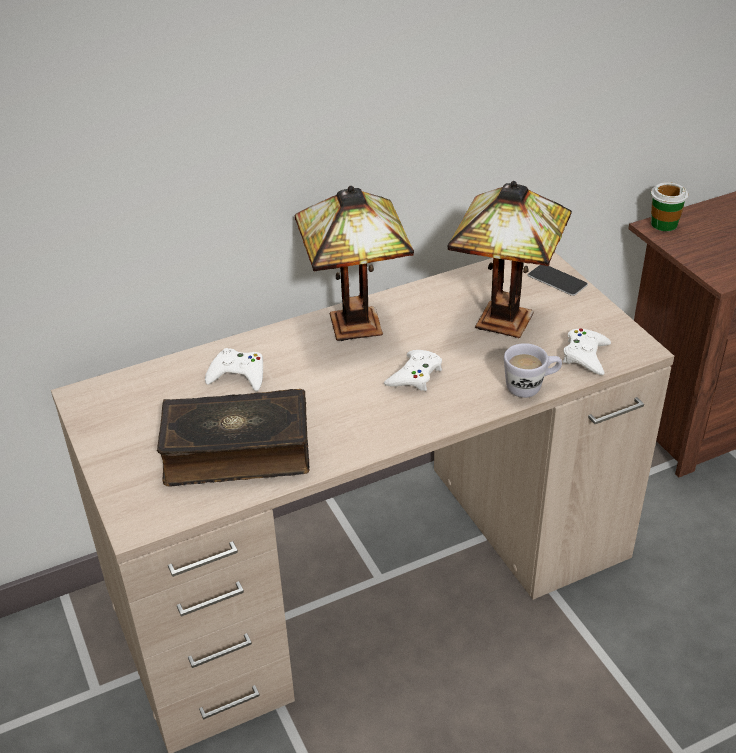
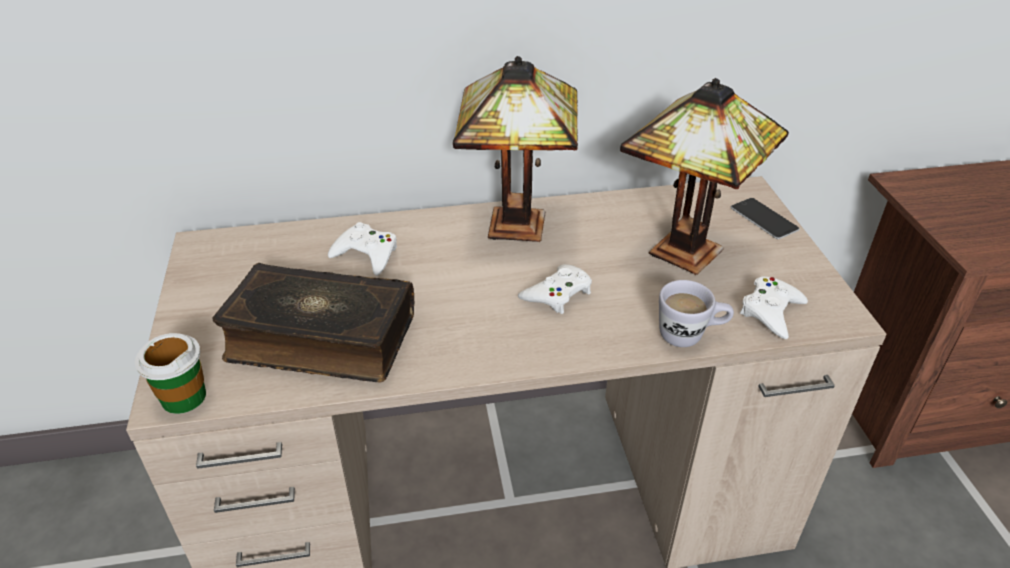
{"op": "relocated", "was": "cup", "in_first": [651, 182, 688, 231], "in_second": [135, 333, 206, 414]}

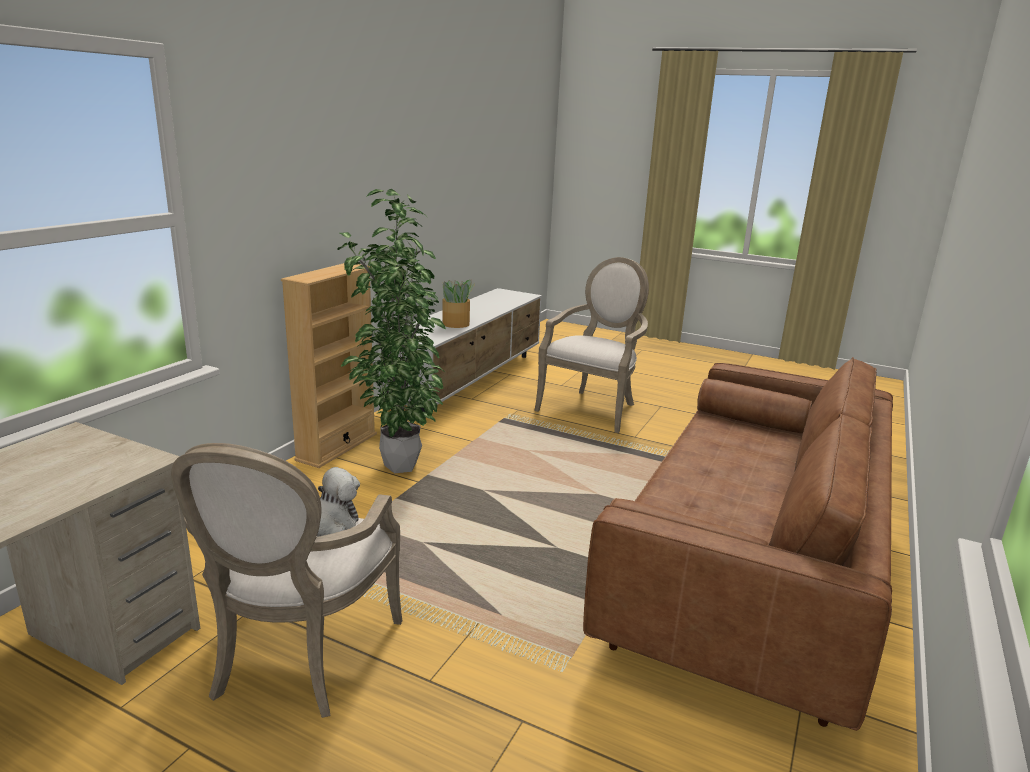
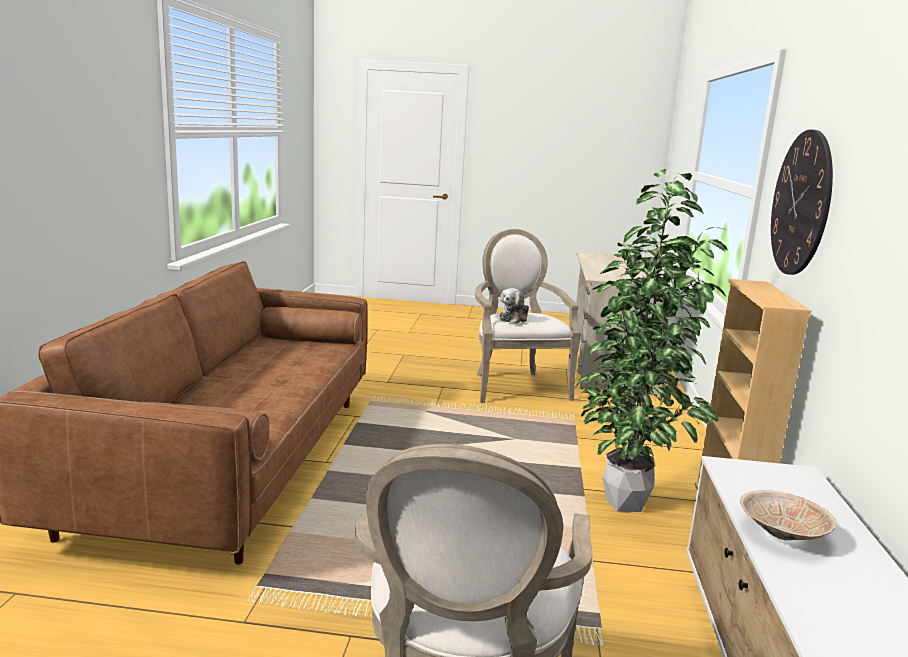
{"op": "exchanged", "was": "plant in a pot", "now": "bowl in beige", "in_first": [442, 280, 475, 328], "in_second": [740, 491, 837, 540]}
{"op": "appeared", "now": "clock on the wall", "in_second": [771, 130, 833, 275]}

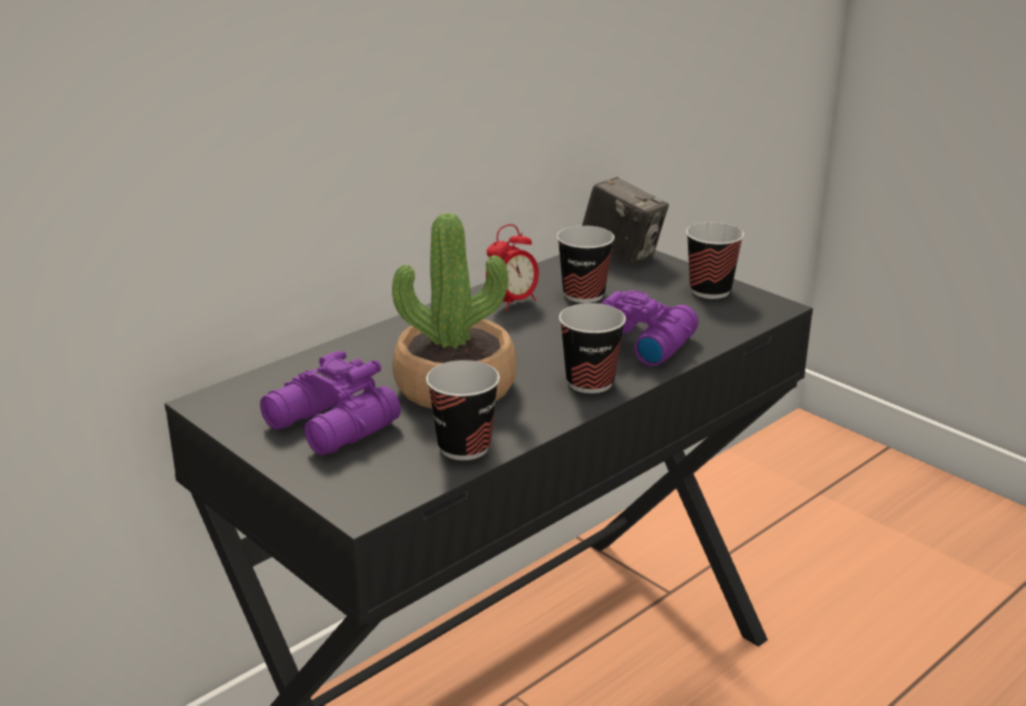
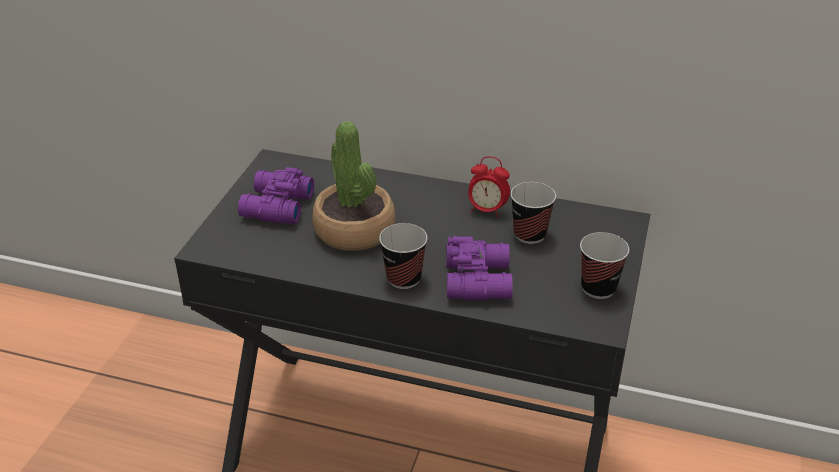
{"op": "missing", "was": "cup", "in_first": [426, 360, 500, 460]}
{"op": "missing", "was": "still camera", "in_first": [582, 177, 669, 264]}

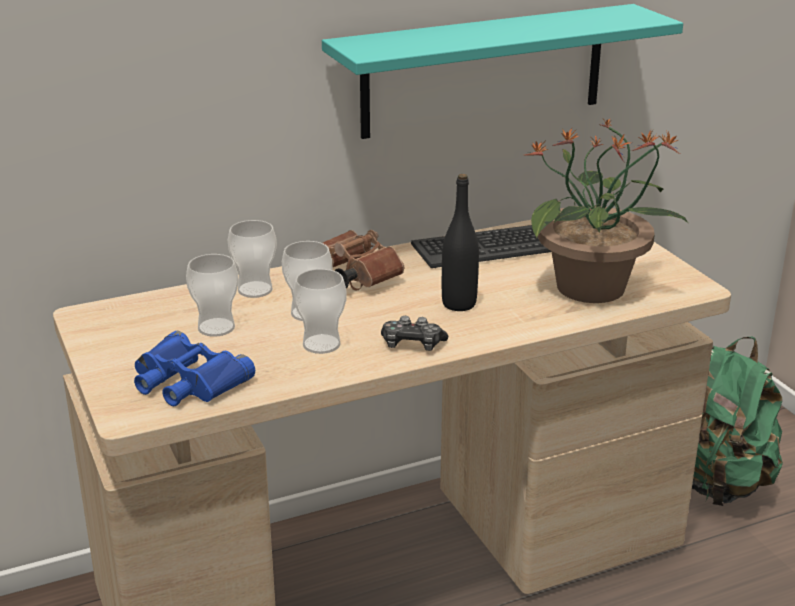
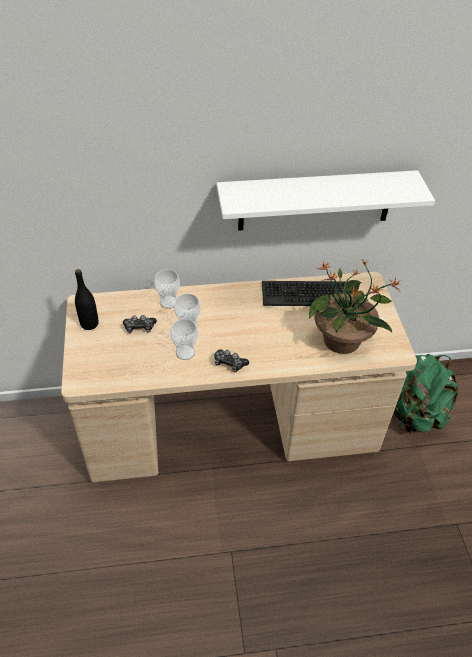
{"op": "relocated", "was": "drink bottle in black-coloured", "in_first": [442, 174, 479, 311], "in_second": [75, 269, 99, 330]}
{"op": "exchanged", "was": "cup", "now": "game controller", "in_first": [186, 254, 239, 337], "in_second": [123, 315, 157, 333]}
{"op": "colour", "was": "wall shelf in turquoise", "now": "wall shelf in whitish", "in_first": [322, 4, 683, 139], "in_second": [217, 170, 435, 231]}
{"op": "missing", "was": "binoculars in blue", "in_first": [134, 331, 255, 406]}
{"op": "missing", "was": "binoculars in brown-coloured", "in_first": [323, 230, 404, 290]}

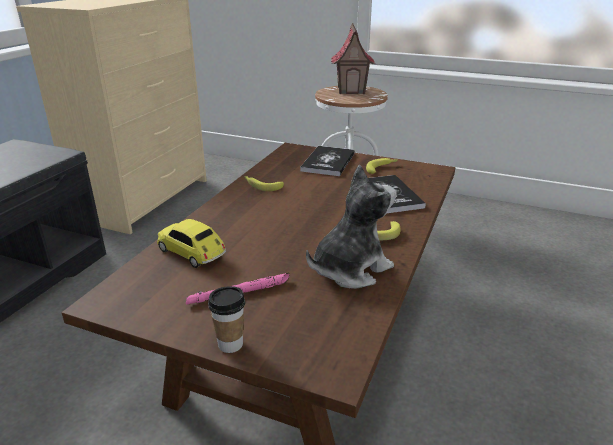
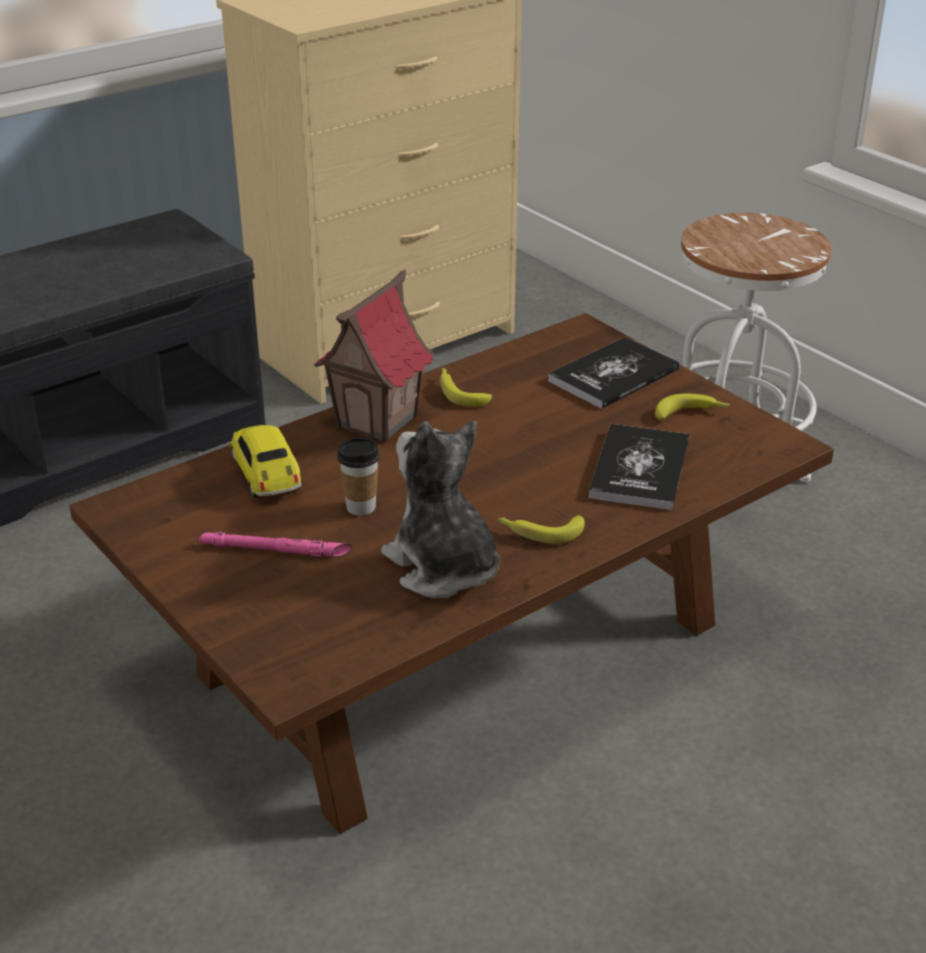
{"op": "relocated", "was": "toy house", "in_first": [331, 23, 375, 94], "in_second": [314, 270, 435, 443]}
{"op": "relocated", "was": "cup", "in_first": [208, 286, 245, 353], "in_second": [337, 438, 380, 516]}
{"op": "spun", "was": "plush toy", "in_first": [306, 165, 397, 289], "in_second": [381, 421, 500, 598], "clockwise": -120}

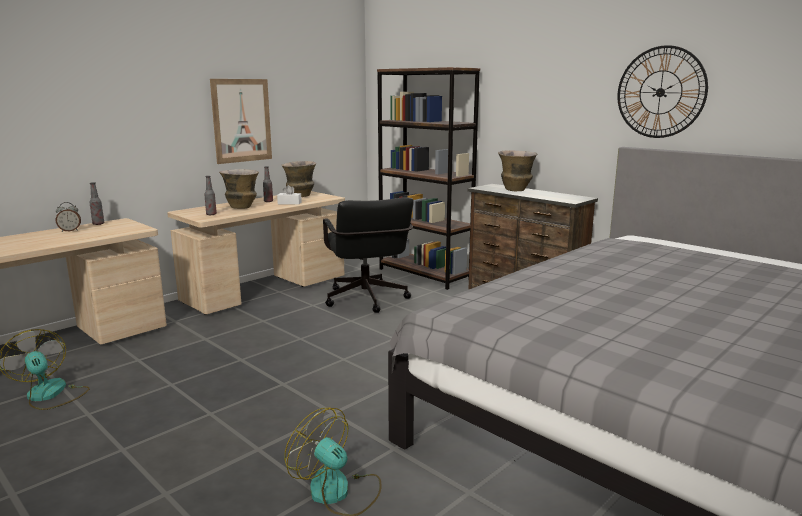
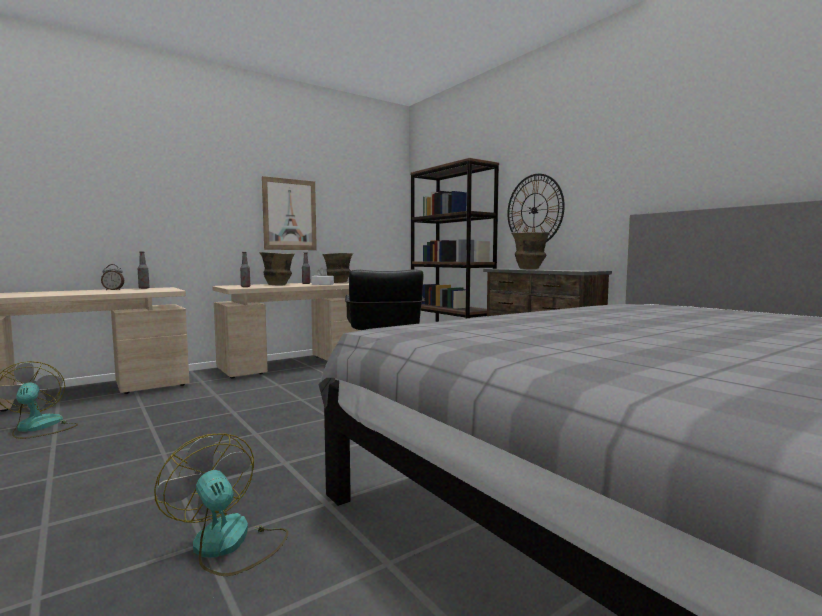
{"op": "relocated", "was": "clock on the wall", "in_first": [617, 45, 708, 138], "in_second": [507, 174, 565, 242]}

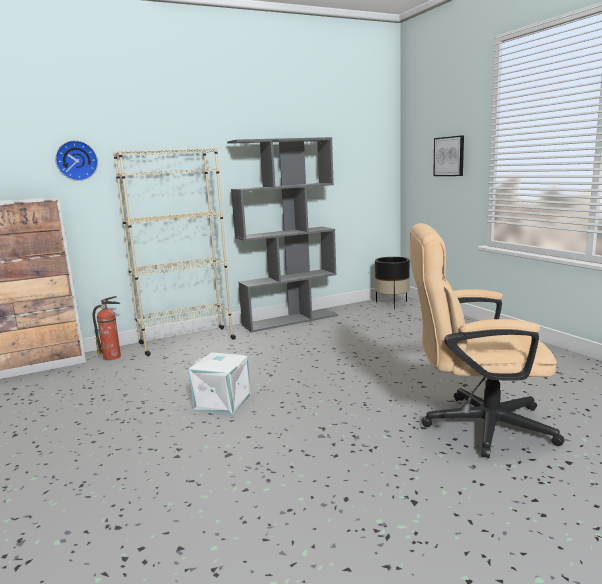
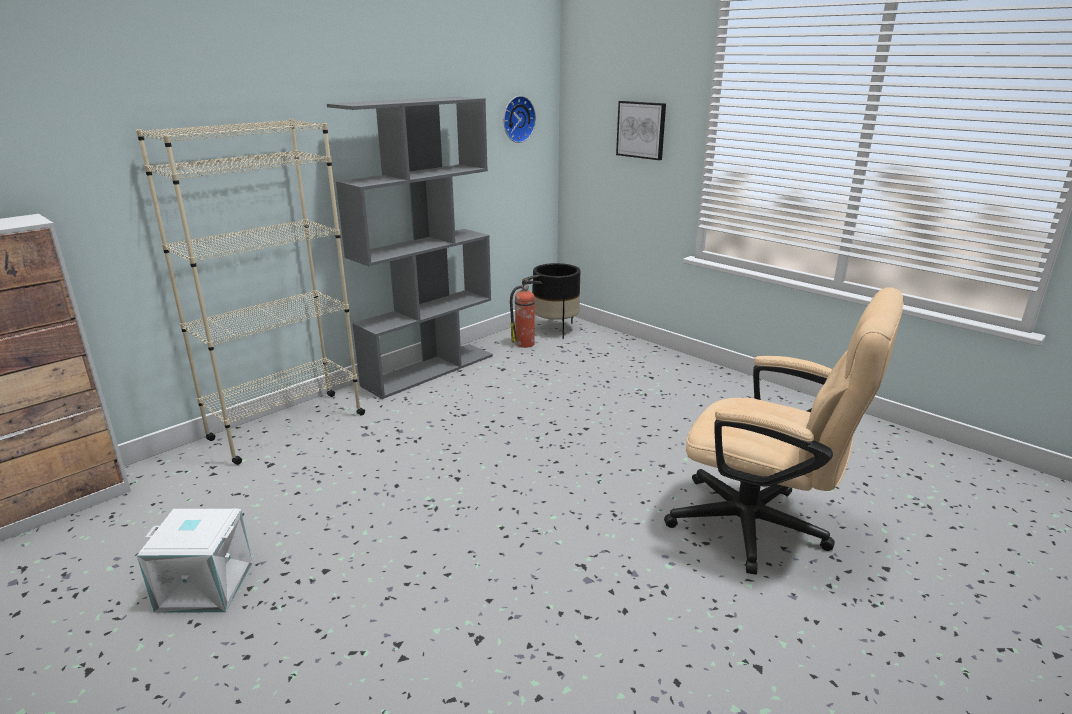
{"op": "relocated", "was": "storage container in whitish", "in_first": [189, 352, 251, 414], "in_second": [137, 509, 252, 613]}
{"op": "relocated", "was": "clock on the wall", "in_first": [55, 140, 98, 181], "in_second": [504, 96, 536, 143]}
{"op": "relocated", "was": "extinguisher", "in_first": [93, 296, 121, 360], "in_second": [510, 275, 542, 348]}
{"op": "spun", "was": "office chair in beige", "in_first": [410, 223, 565, 458], "in_second": [664, 288, 904, 575], "clockwise": -135}

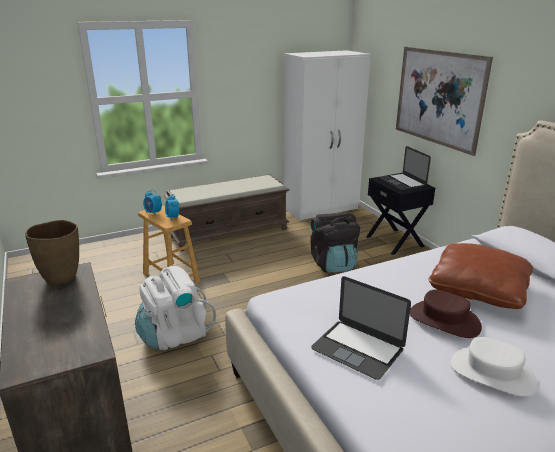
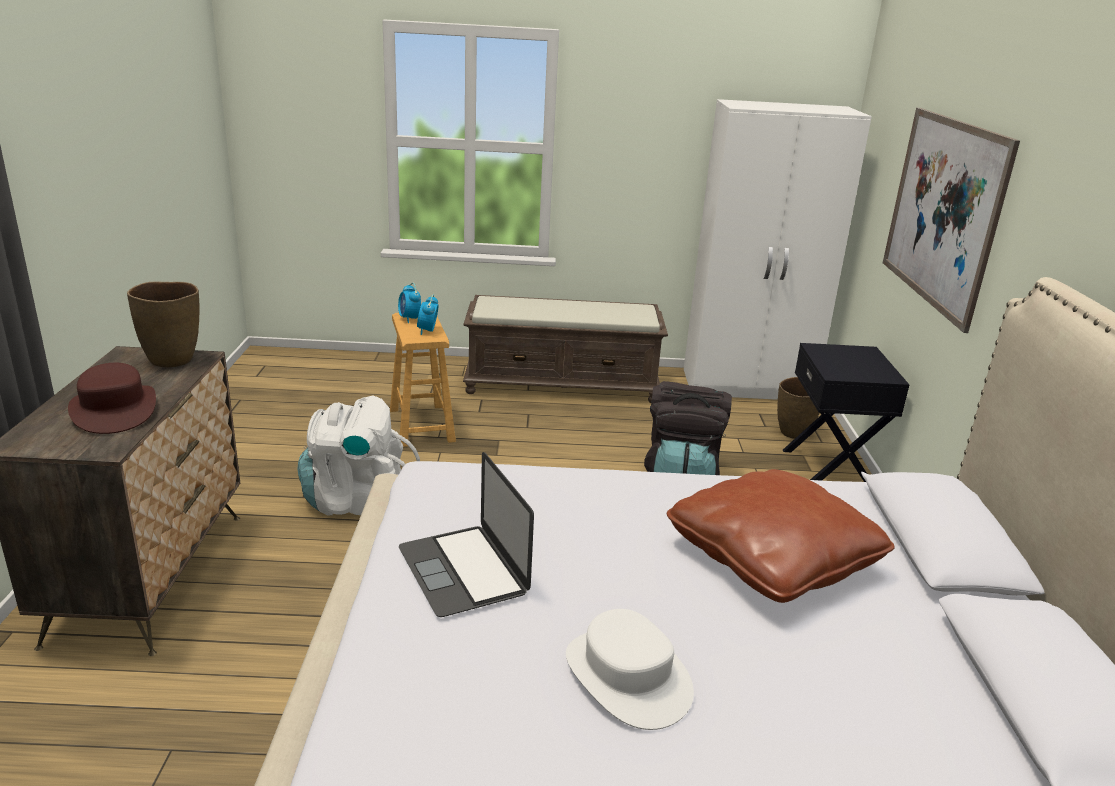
{"op": "relocated", "was": "clothing hat in brown-coloured", "in_first": [410, 290, 482, 338], "in_second": [68, 363, 156, 434]}
{"op": "appeared", "now": "flower vase in brown-coloured", "in_second": [777, 377, 819, 439]}
{"op": "missing", "was": "notebook computer", "in_first": [379, 146, 431, 190]}

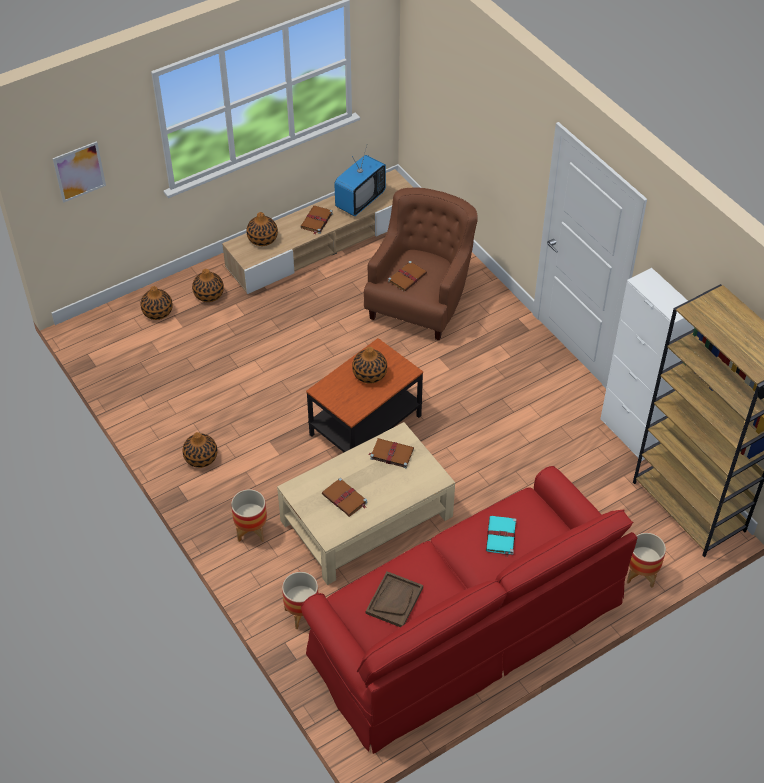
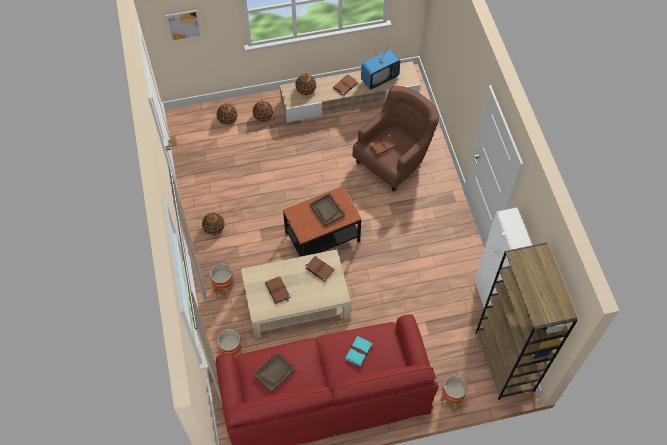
{"op": "exchanged", "was": "flower vase", "now": "carrying tray in brown-coloured", "in_first": [352, 347, 387, 383], "in_second": [309, 193, 345, 226]}

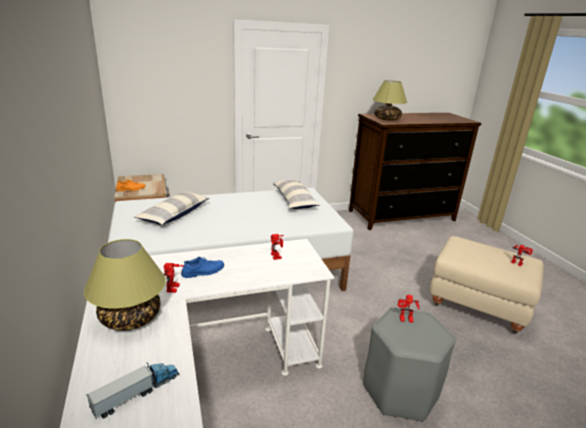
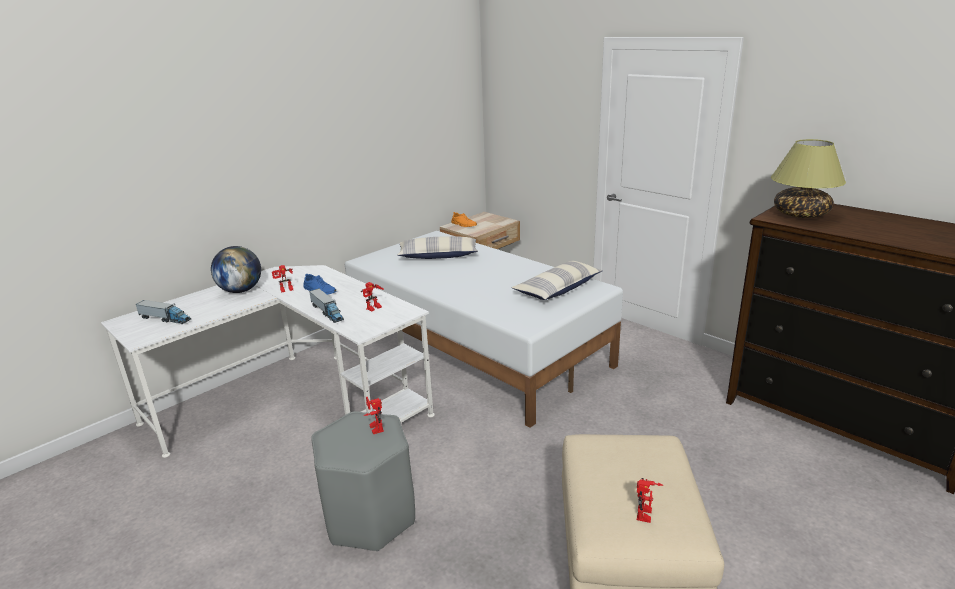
{"op": "exchanged", "was": "lamp for a table", "now": "world globe", "in_first": [84, 239, 166, 331], "in_second": [211, 246, 261, 293]}
{"op": "appeared", "now": "toy truck", "in_second": [309, 288, 344, 323]}

